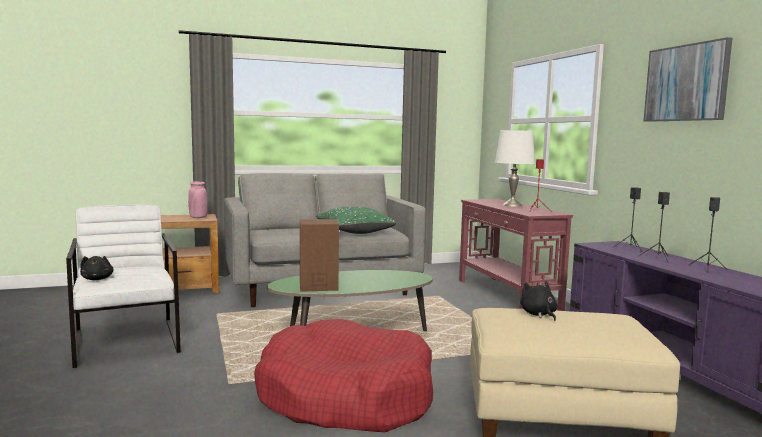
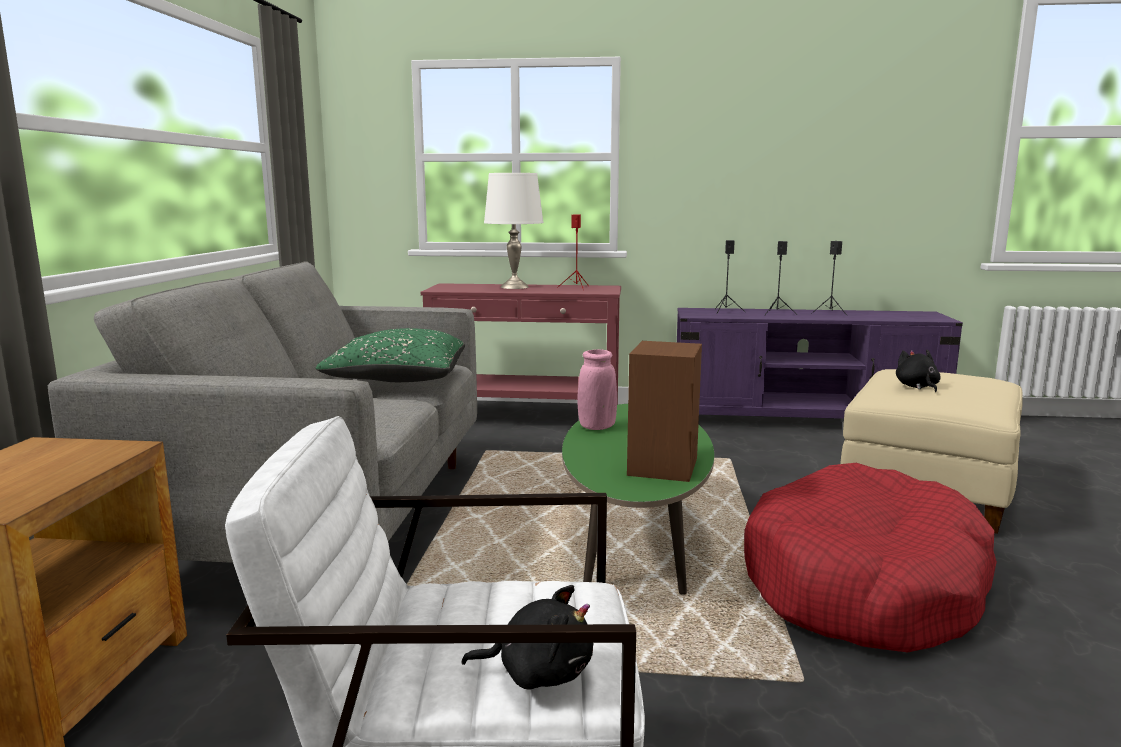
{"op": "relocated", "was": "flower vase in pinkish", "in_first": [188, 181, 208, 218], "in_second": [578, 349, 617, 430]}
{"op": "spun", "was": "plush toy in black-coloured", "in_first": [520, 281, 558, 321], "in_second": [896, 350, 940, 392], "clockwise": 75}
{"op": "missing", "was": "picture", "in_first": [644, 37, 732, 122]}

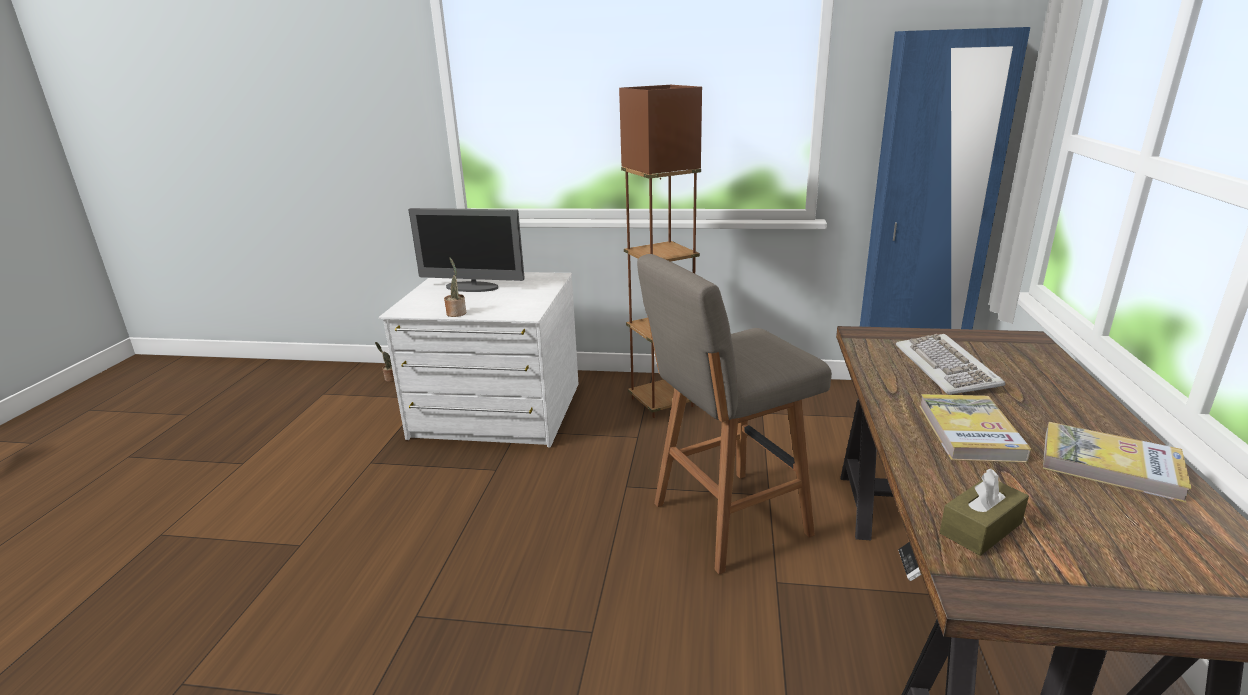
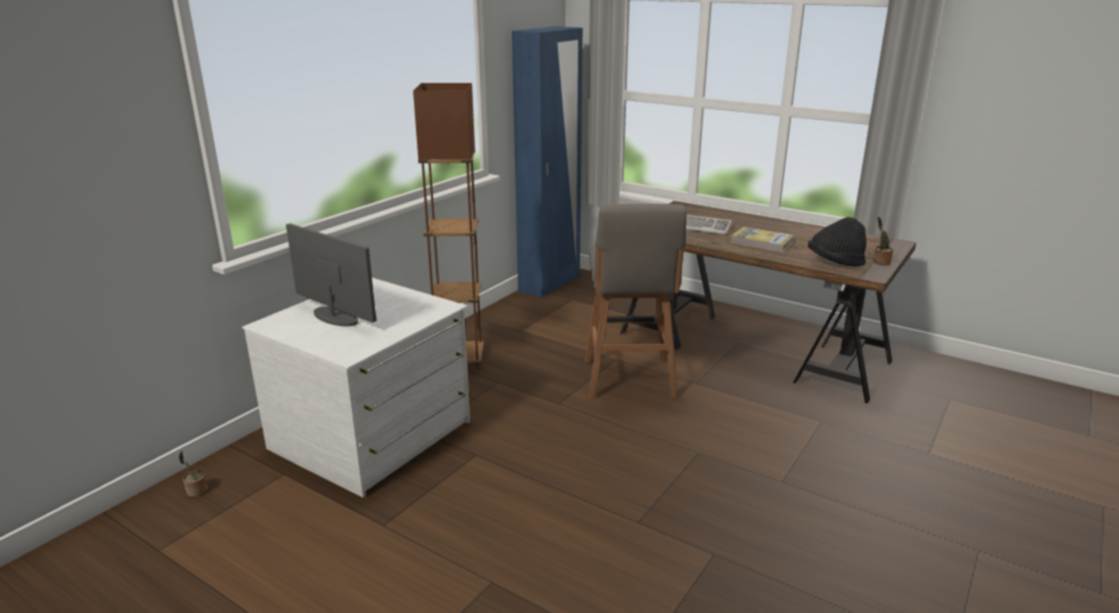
{"op": "spun", "was": "computer screen", "in_first": [408, 208, 525, 292], "in_second": [286, 223, 377, 326], "clockwise": -90}
{"op": "exchanged", "was": "tissue box in brown-coloured", "now": "clothing hat in black-coloured", "in_first": [939, 469, 1029, 556], "in_second": [808, 217, 867, 266]}
{"op": "relocated", "was": "plant in a pot", "in_first": [444, 258, 466, 317], "in_second": [873, 216, 894, 266]}
{"op": "missing", "was": "bound book", "in_first": [1043, 422, 1192, 502]}

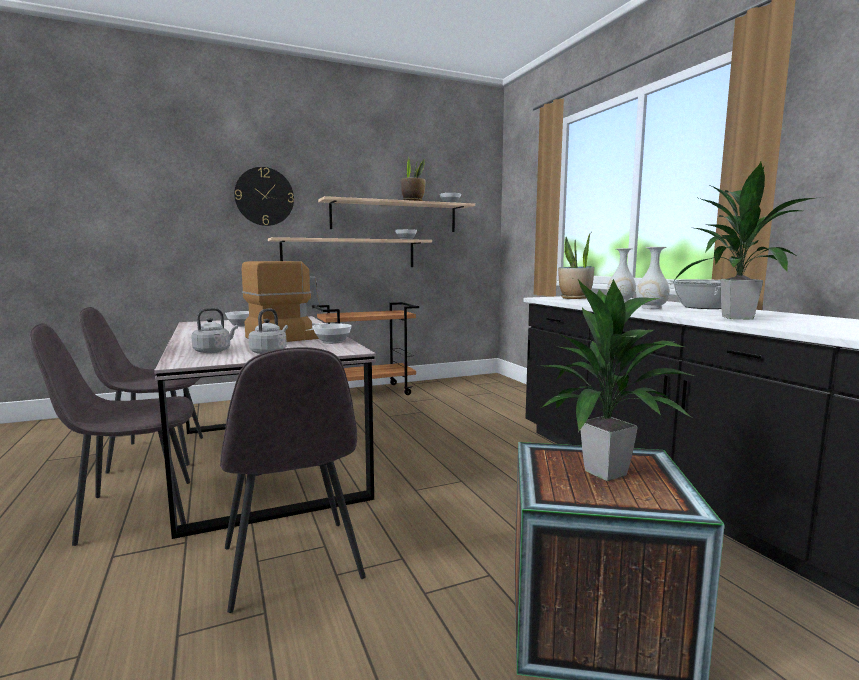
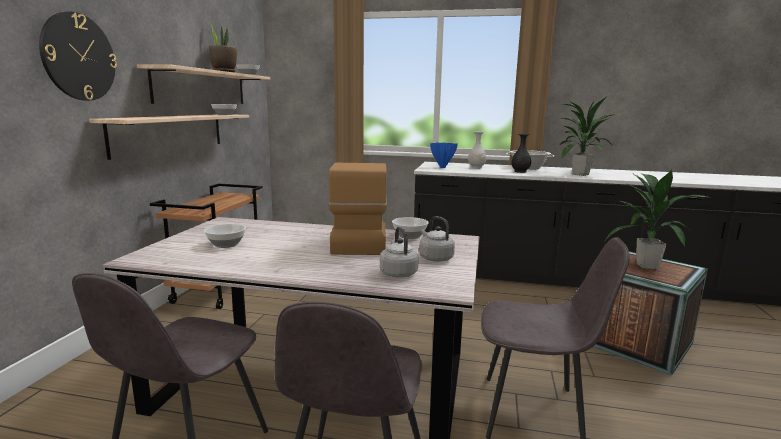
{"op": "exchanged", "was": "plant in a pot", "now": "flower vase in blue", "in_first": [558, 233, 594, 299], "in_second": [430, 142, 458, 168]}
{"op": "colour", "was": "flower vase in whitish", "now": "flower vase in black-coloured", "in_first": [636, 247, 670, 309], "in_second": [512, 134, 531, 173]}

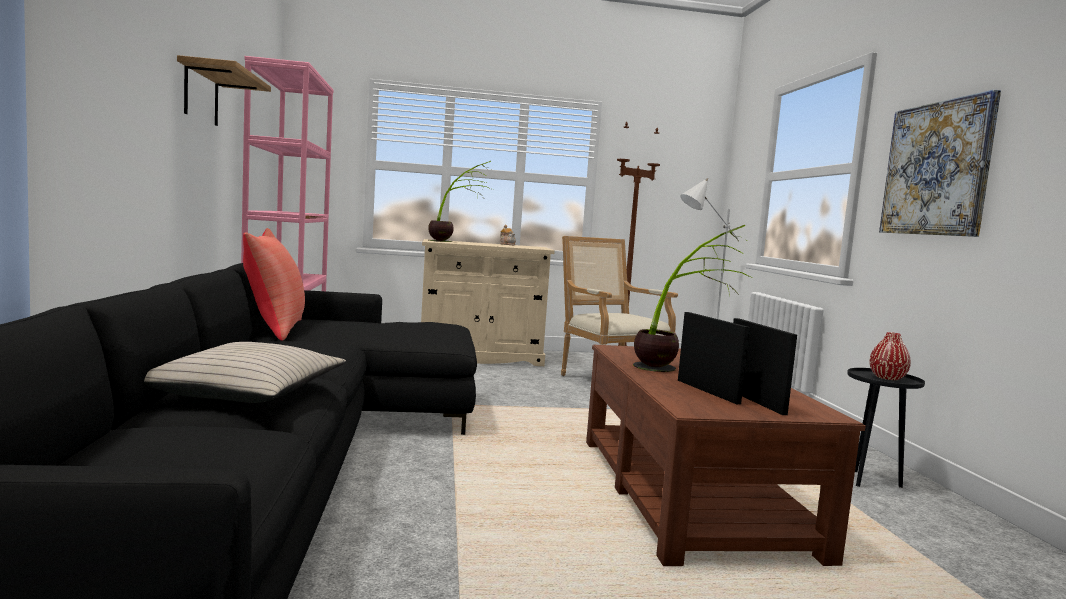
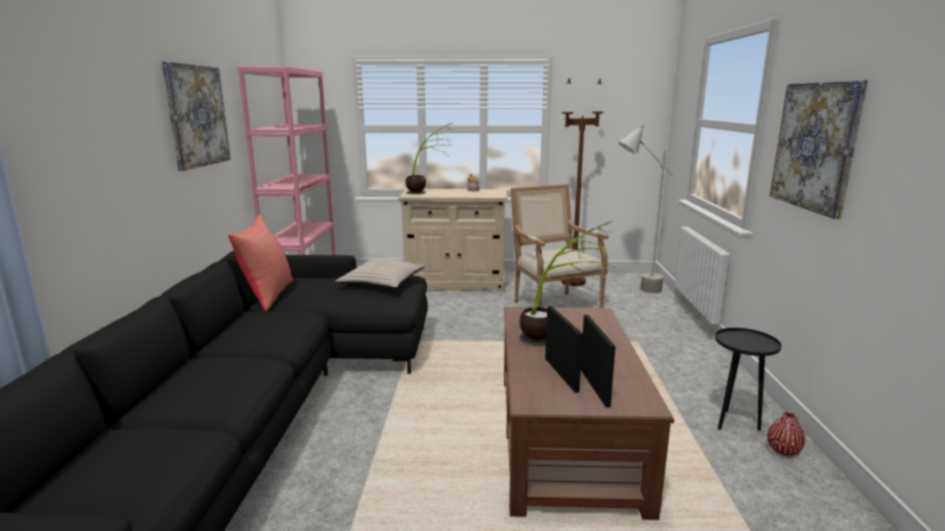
{"op": "exchanged", "was": "wall shelf", "now": "picture", "in_first": [177, 55, 271, 126], "in_second": [162, 62, 231, 171]}
{"op": "relocated", "was": "throw pillow in beige", "in_first": [144, 342, 346, 403], "in_second": [335, 259, 425, 289]}
{"op": "relocated", "was": "flower vase in reddish", "in_first": [869, 332, 911, 380], "in_second": [767, 412, 805, 456]}

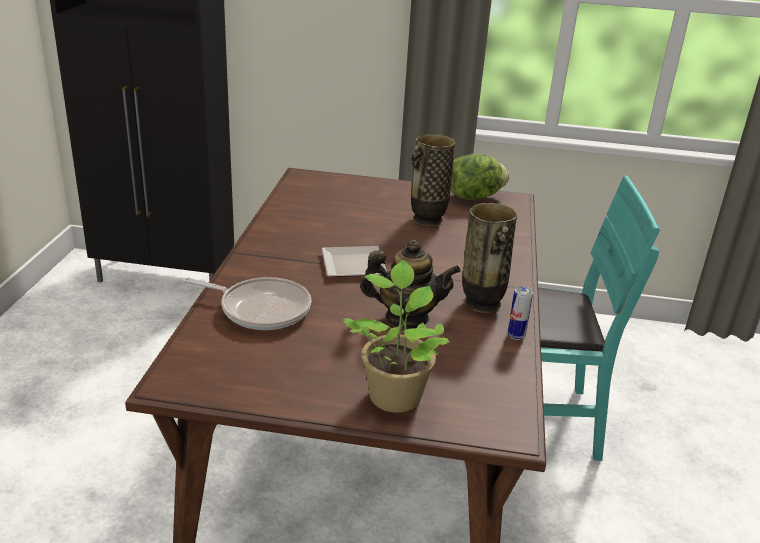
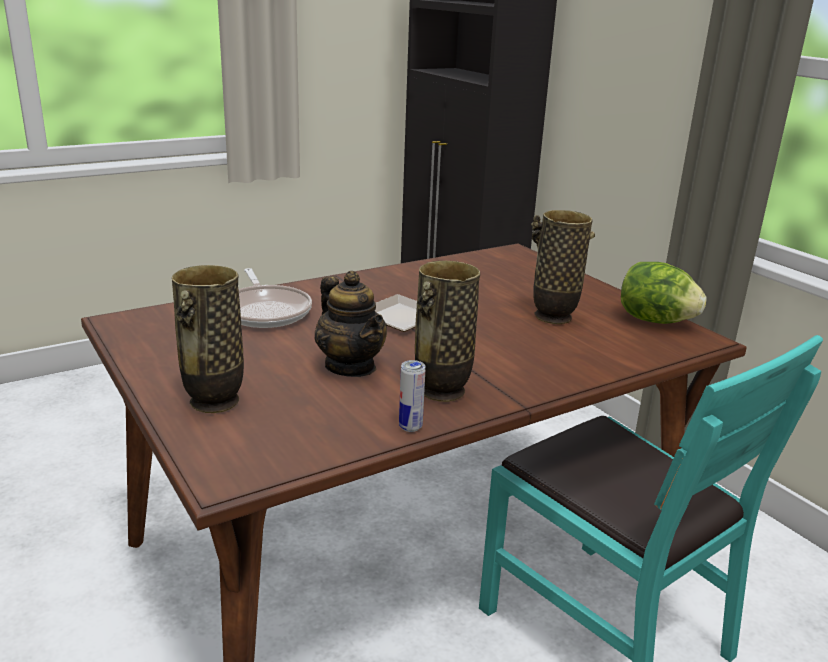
{"op": "exchanged", "was": "plant in a pot", "now": "flower vase", "in_first": [343, 260, 450, 413], "in_second": [172, 265, 244, 413]}

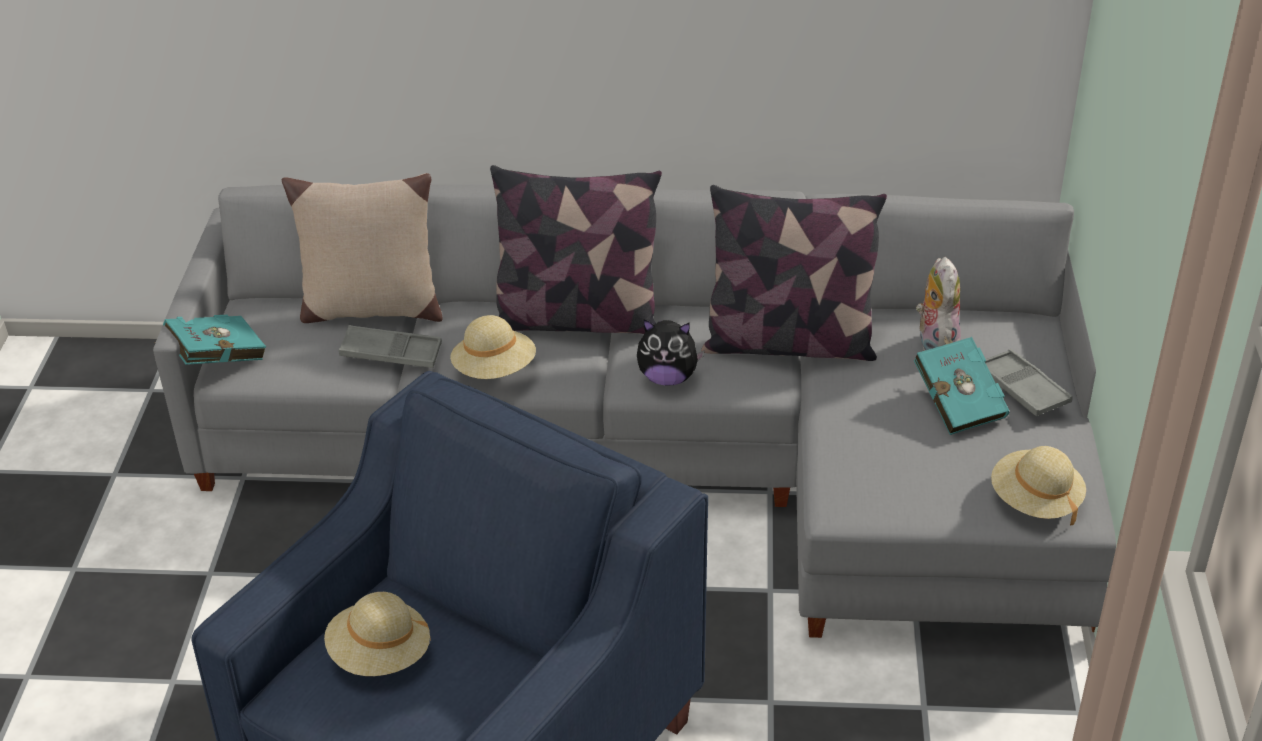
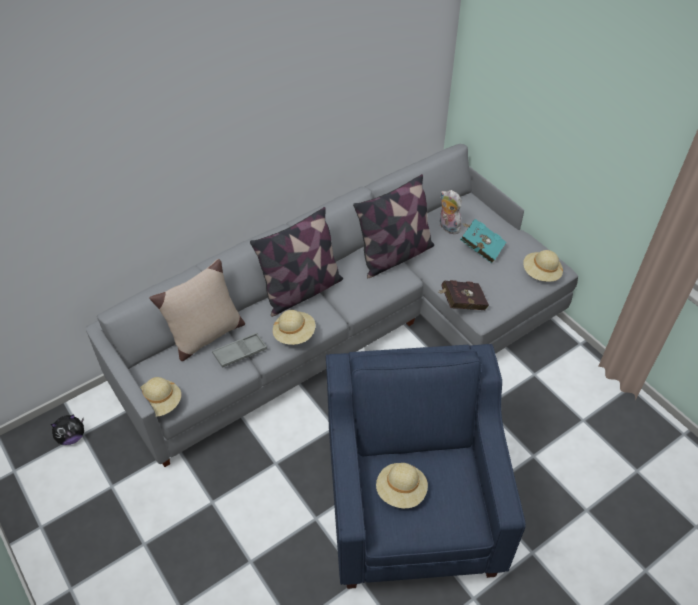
{"op": "relocated", "was": "plush toy", "in_first": [637, 319, 705, 385], "in_second": [51, 414, 84, 445]}
{"op": "exchanged", "was": "bound book in turquoise", "now": "clothing hat in beige", "in_first": [154, 315, 266, 365], "in_second": [140, 377, 181, 417]}
{"op": "appeared", "now": "bound book in reddish", "in_second": [438, 280, 489, 310]}
{"op": "missing", "was": "carrying tray in gray", "in_first": [985, 349, 1073, 416]}

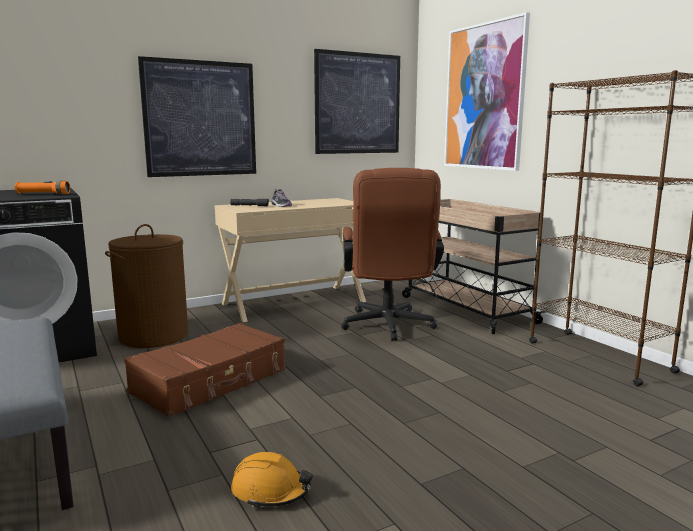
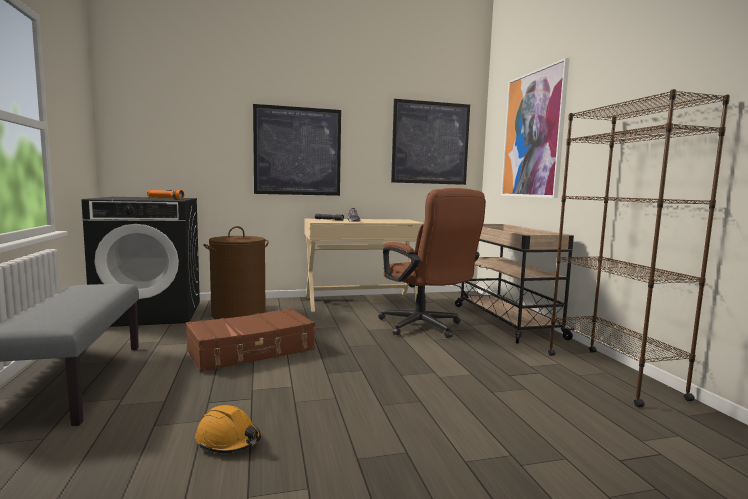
{"op": "spun", "was": "office chair in brown-coloured", "in_first": [341, 168, 444, 341], "in_second": [378, 188, 486, 338], "clockwise": -45}

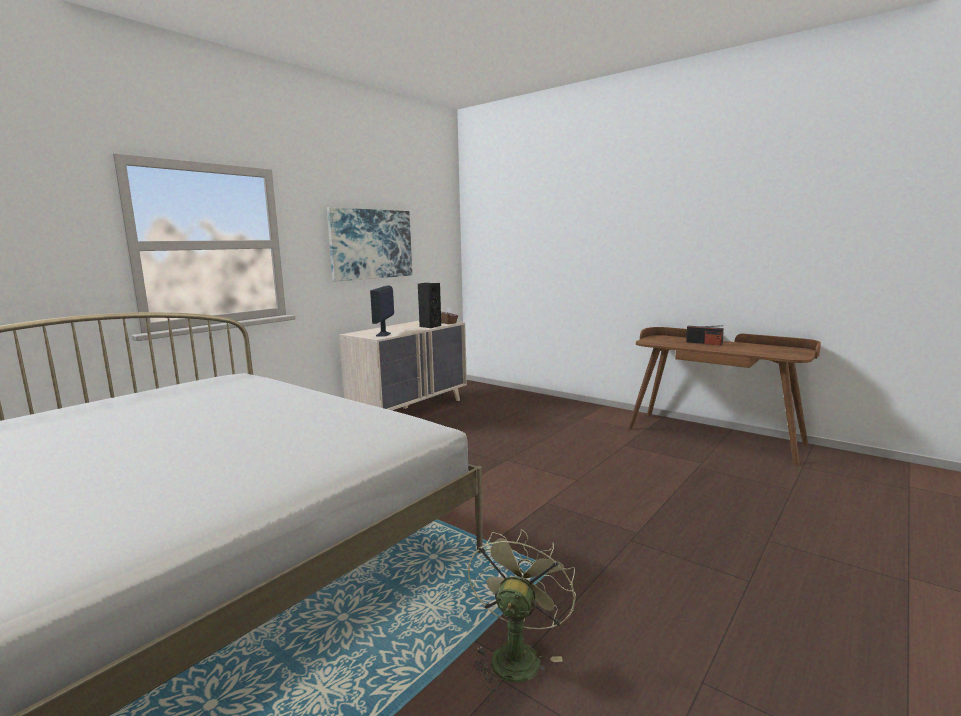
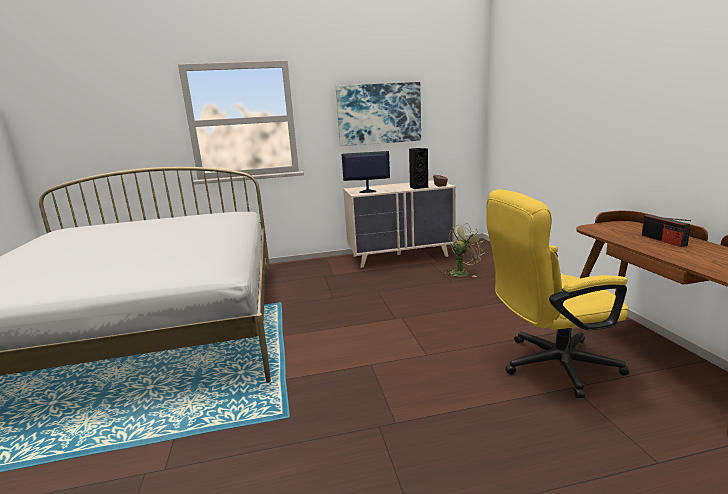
{"op": "spun", "was": "computer screen", "in_first": [370, 286, 394, 336], "in_second": [341, 151, 390, 193], "clockwise": 45}
{"op": "relocated", "was": "fan in greenish", "in_first": [468, 529, 576, 691], "in_second": [444, 223, 484, 277]}
{"op": "appeared", "now": "office chair in yellow-coloured", "in_second": [487, 189, 629, 398]}

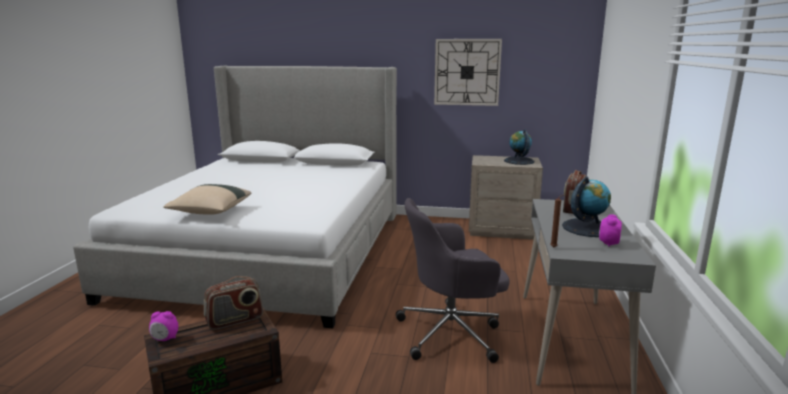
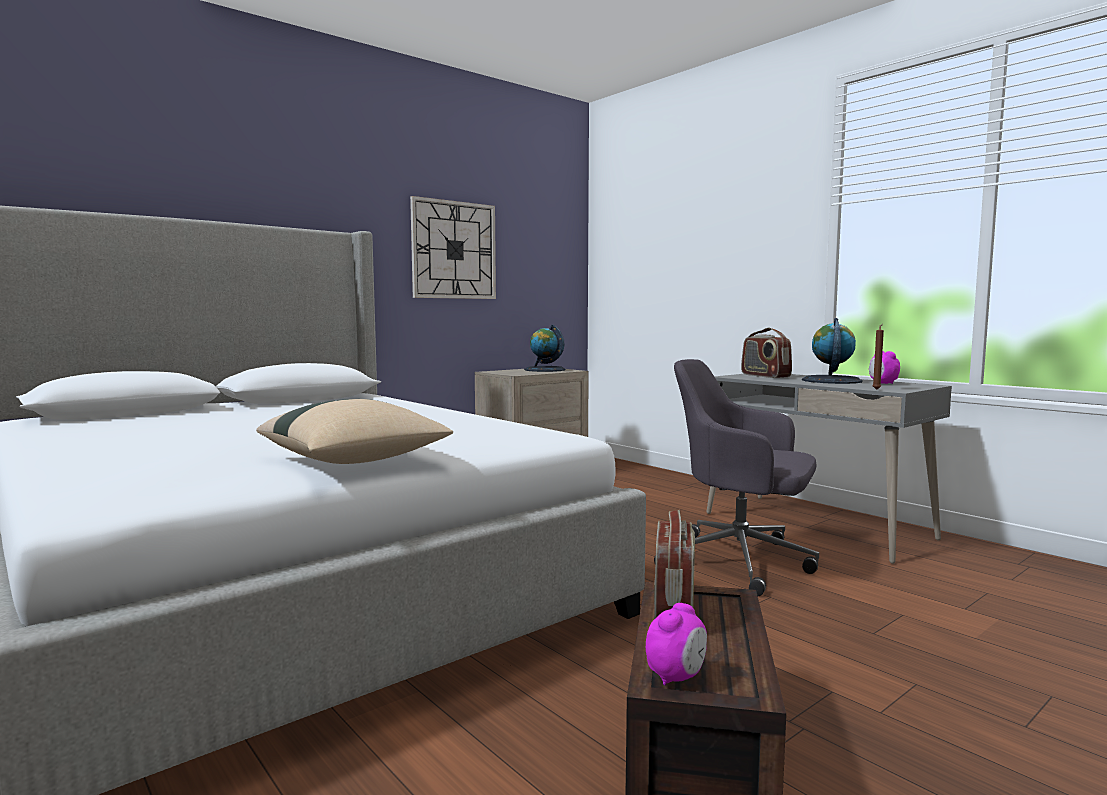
{"op": "spun", "was": "office chair in gray", "in_first": [396, 198, 510, 363], "in_second": [654, 359, 819, 596], "clockwise": 90}

